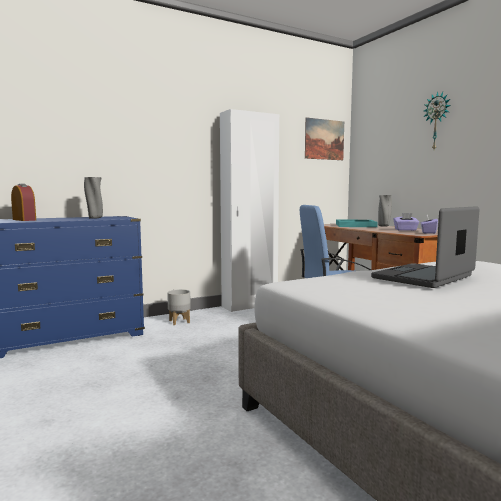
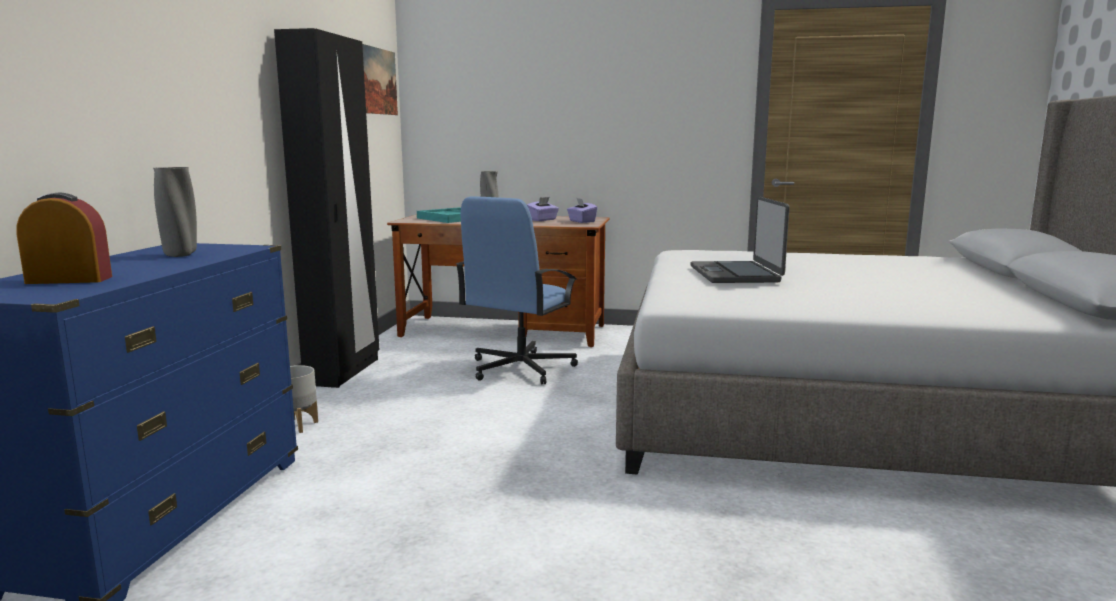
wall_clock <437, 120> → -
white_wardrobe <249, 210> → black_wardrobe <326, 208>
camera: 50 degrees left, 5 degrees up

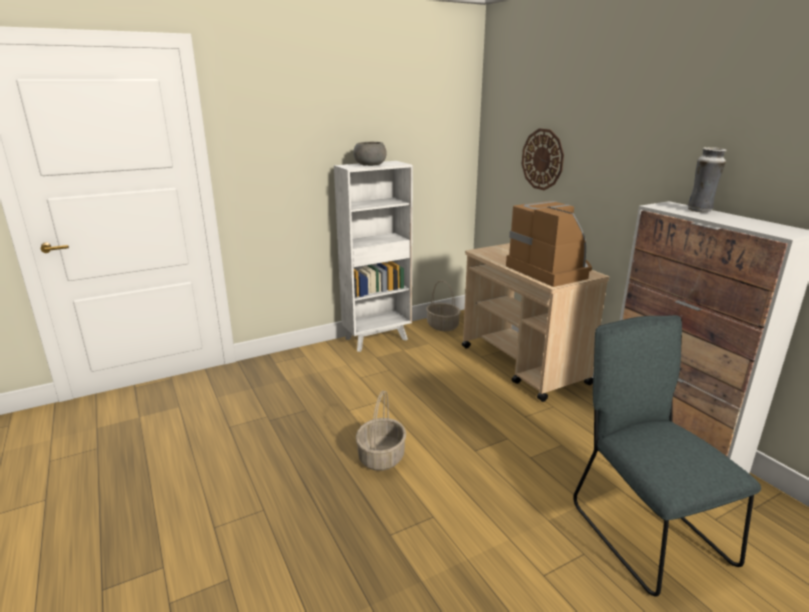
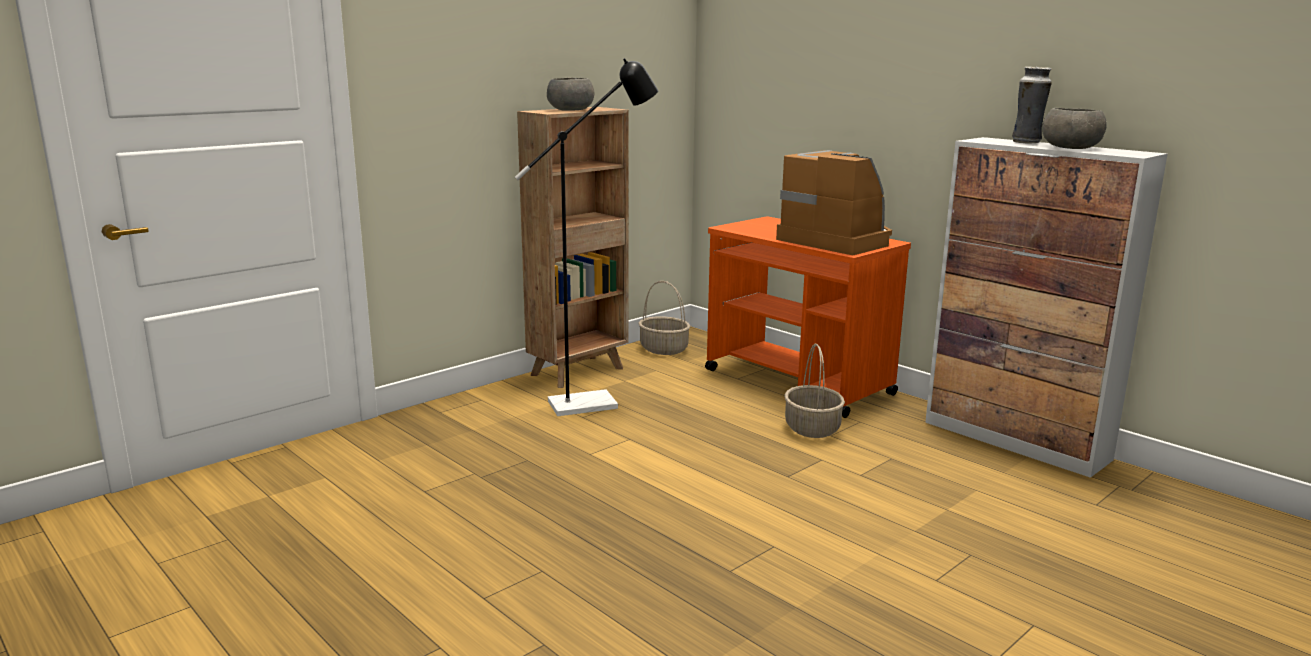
wall_clock <543, 159> → -
grey_chair <667, 456> → -
- → black_floor_lamp <586, 237>
- → grey_bowl <1074, 128>
basket <381, 431> → basket <814, 391>, relocated
white_bookcase <373, 256> → brown_bookcase <572, 247>
beige_cart <535, 322> → orange_cart <808, 317>
camera: 15 degrees left, 5 degrees down

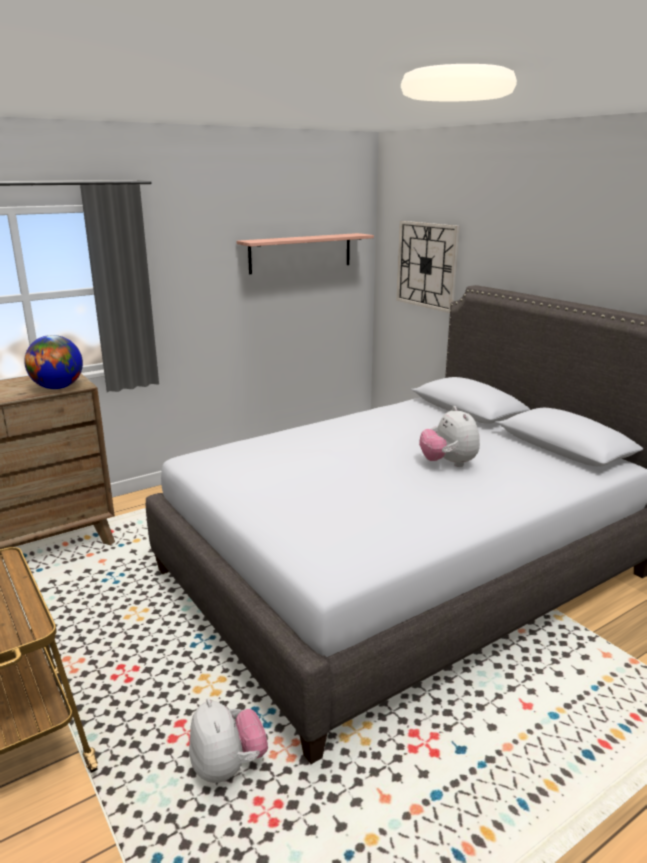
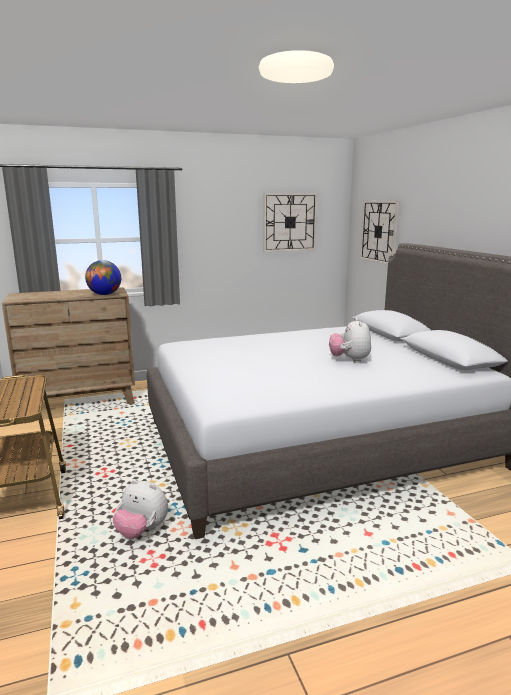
shelf <305, 253> → wall_clock <290, 222>
plush_toy <228, 740> → plush_toy <140, 509>, 120 degrees clockwise
camera: 15 degrees right, 5 degrees down

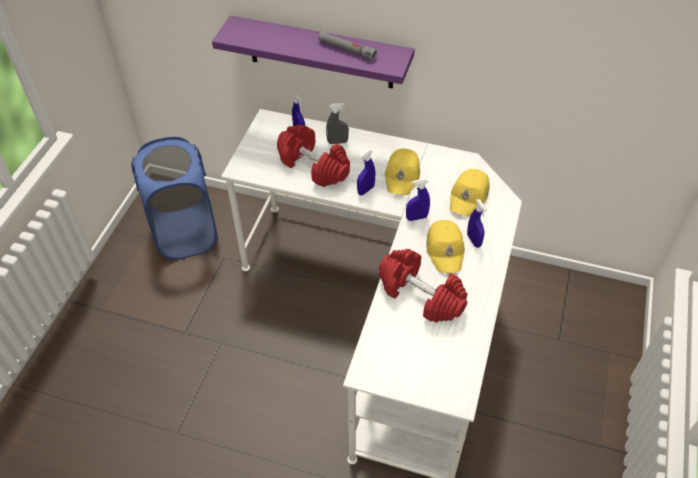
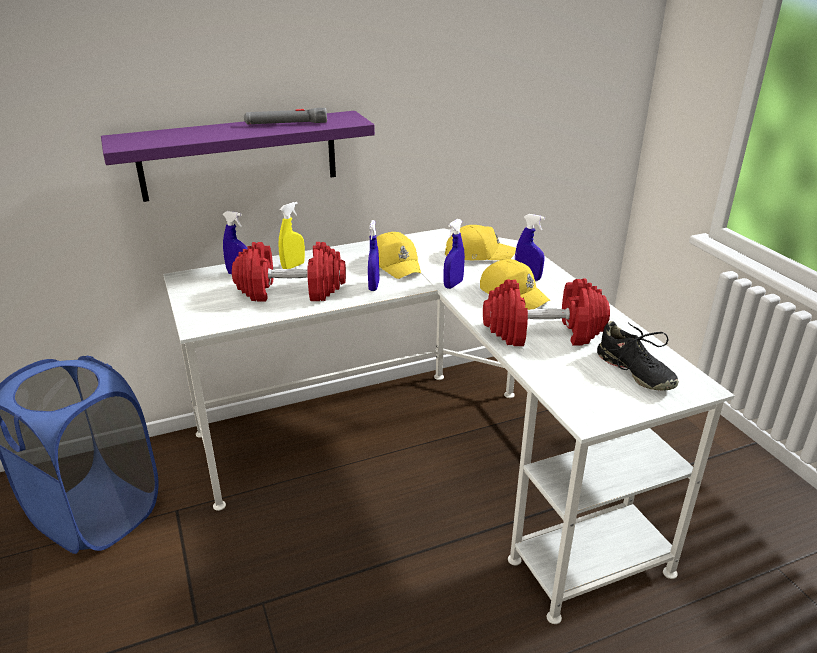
- → black_shoe <638, 356>
grey_spray_bottle <337, 123> → yellow_spray_bottle <292, 235>
yellow_cap <469, 193> → yellow_cap <480, 243>, 75 degrees counterclockwise
camera: 40 degrees left, 20 degrees down

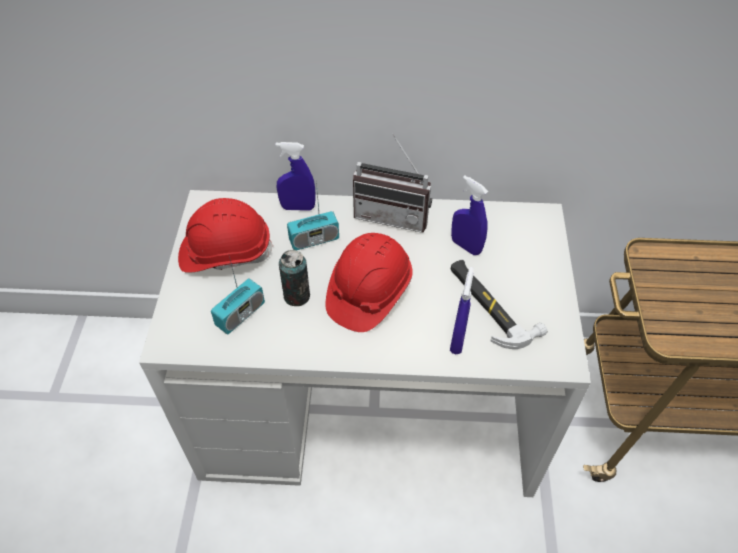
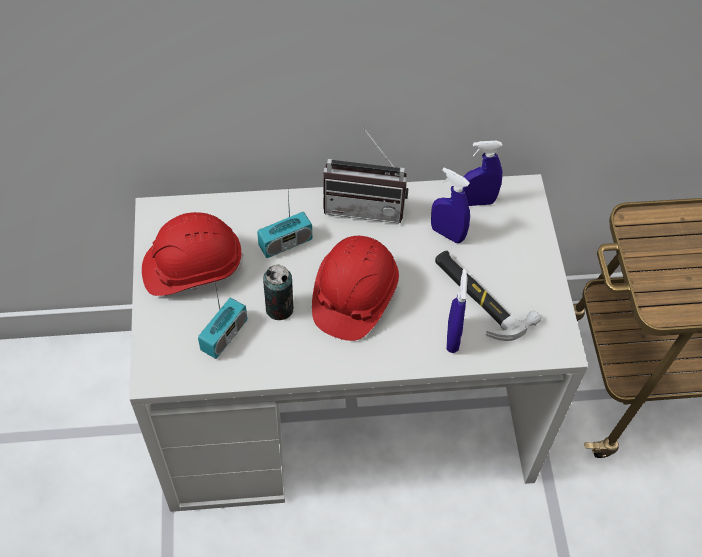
blue_spray_bottle <296, 176> → blue_spray_bottle <482, 173>, relocated
camera: 10 degrees left, 5 degrees up

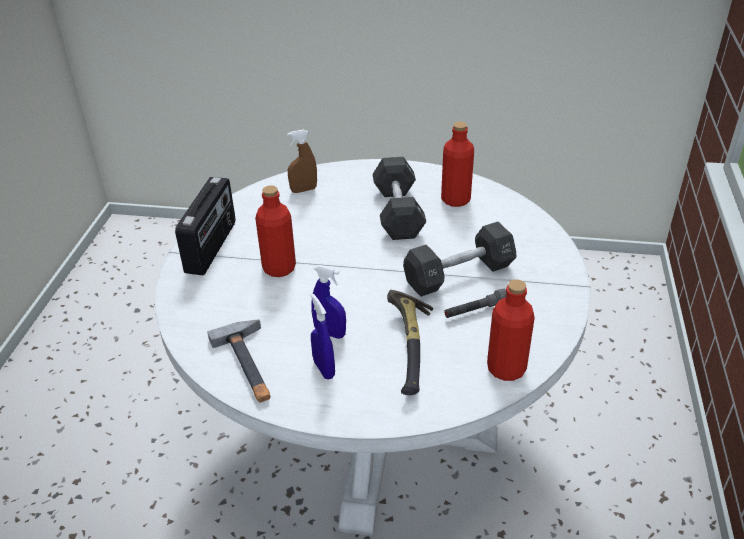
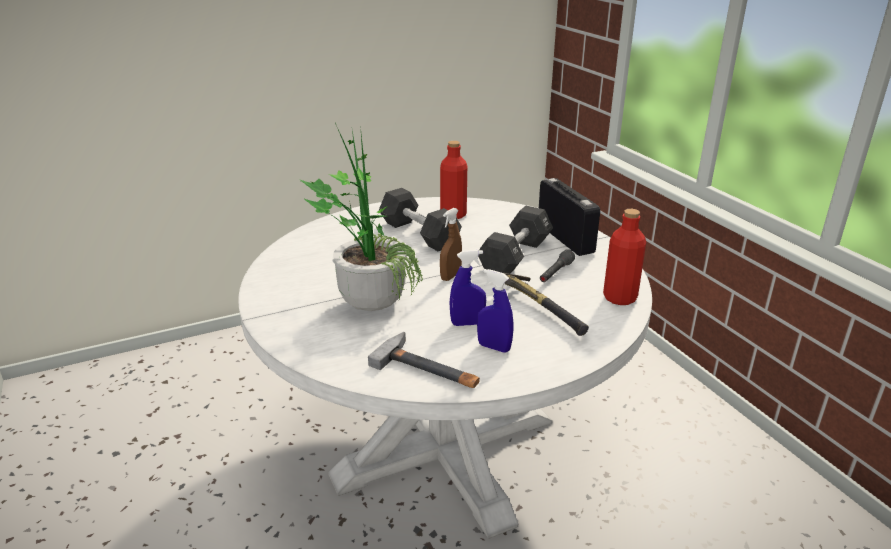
radio <205, 226> → radio <569, 217>, relocated
brown_spray_bottle <302, 161> → brown_spray_bottle <451, 244>, relocated
red_bottle <275, 231> → potted_plant <361, 217>
camera: 35 degrees left, 10 degrees down

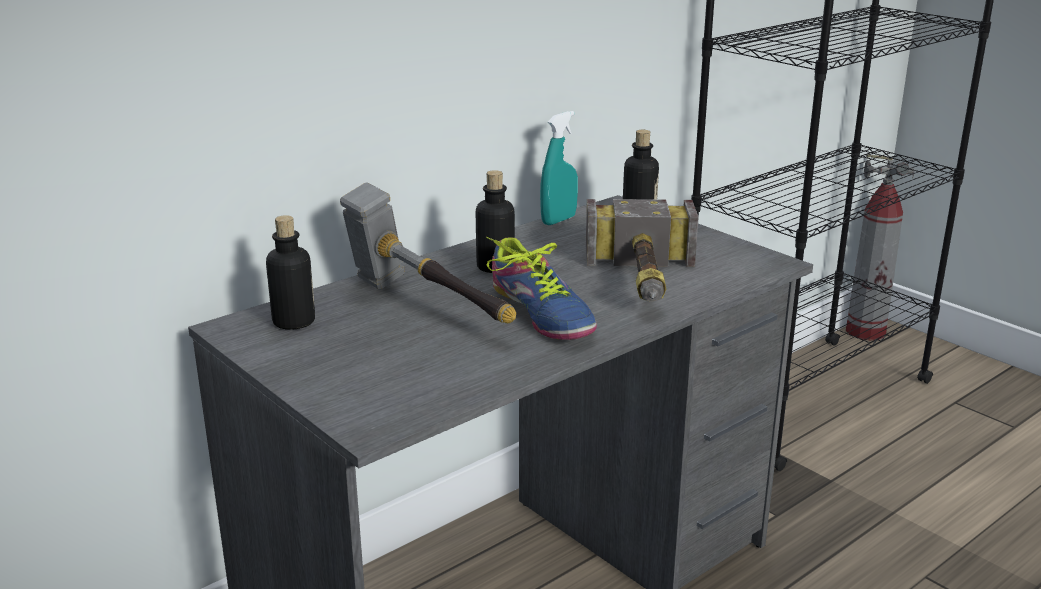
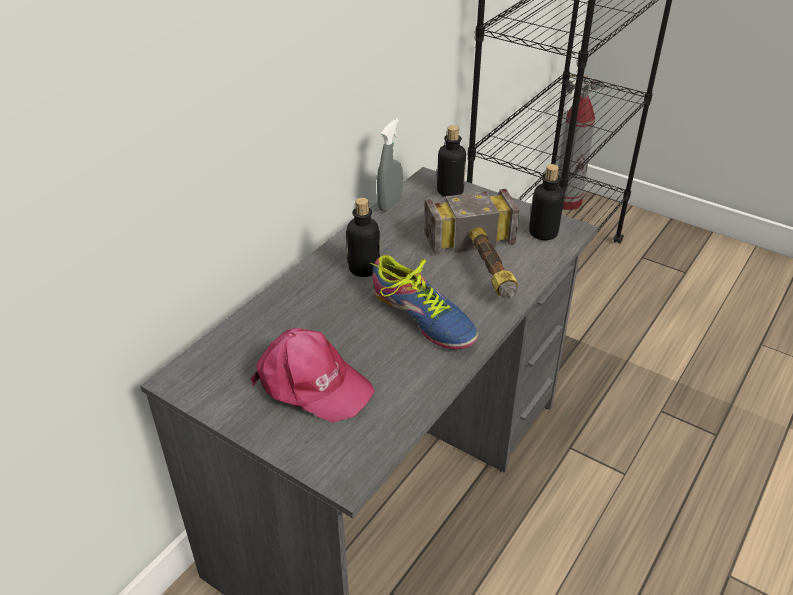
hammer <428, 253> → -
- → pink_cap <313, 375>
bottle <290, 272> → bottle <546, 202>, relocated
turquoise_spray_bottle <559, 168> → grey_spray_bottle <390, 165>
camera: 15 degrees left, 15 degrees up

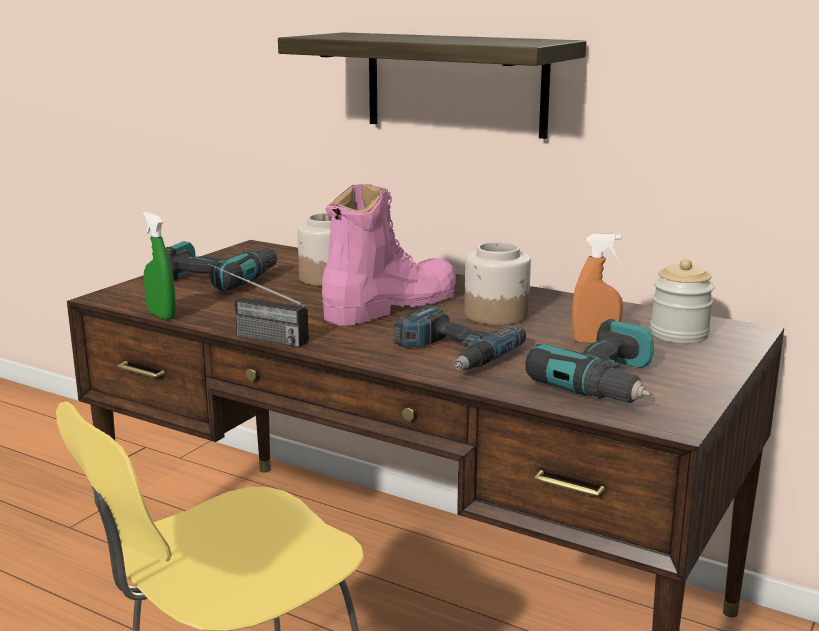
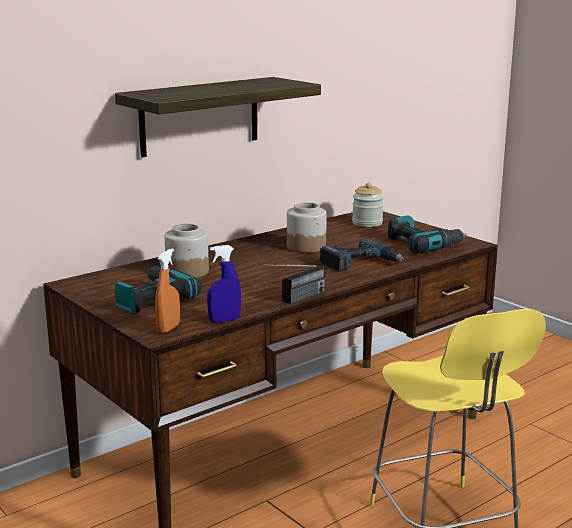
pink_boot <389, 255> → -
orange_spray_bottle <597, 288> → orange_spray_bottle <167, 290>, relocated
green_spray_bottle <159, 266> → blue_spray_bottle <224, 284>
camera: 70 degrees left, 0 degrees up

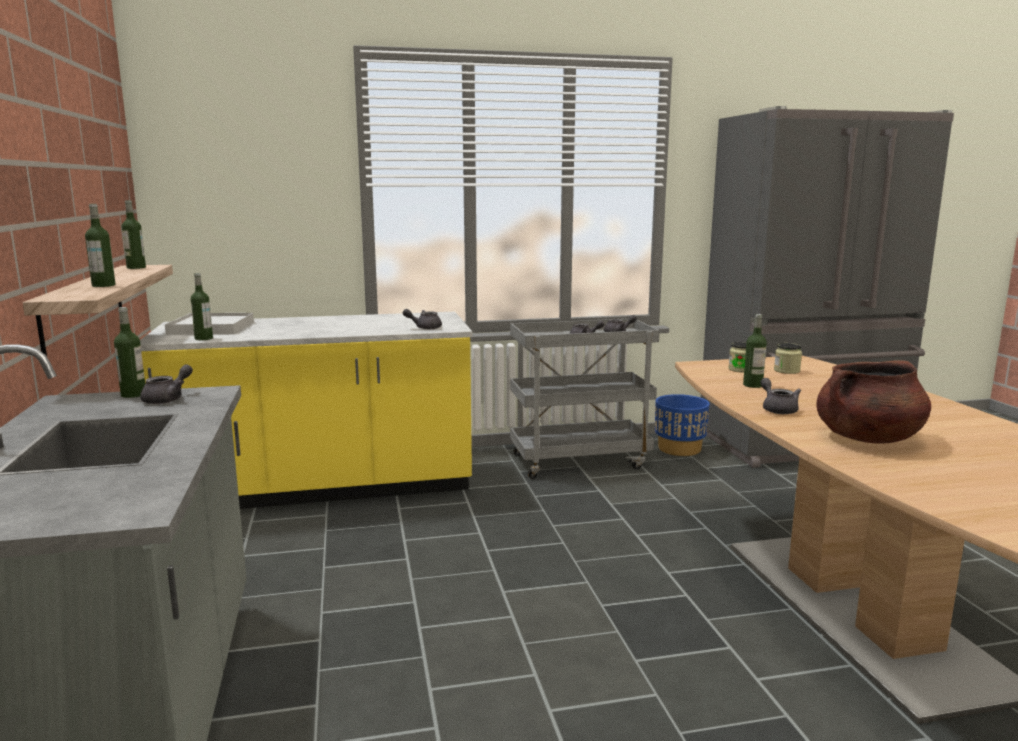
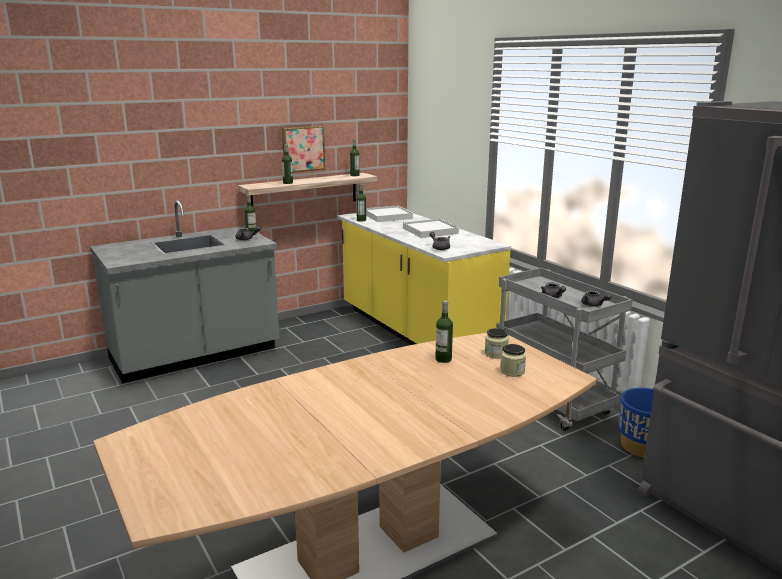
grey_teapot <781, 396> → -
brown_cooking_pot <874, 402> → -
- → picture <303, 149>
- → white_tray <431, 228>
camera: 70 degrees right, 5 degrees up

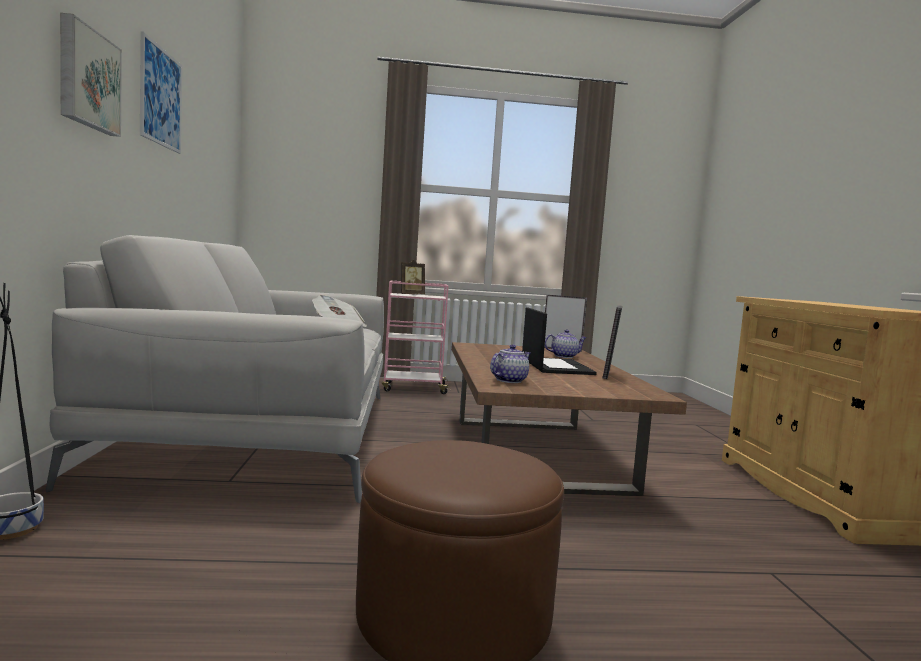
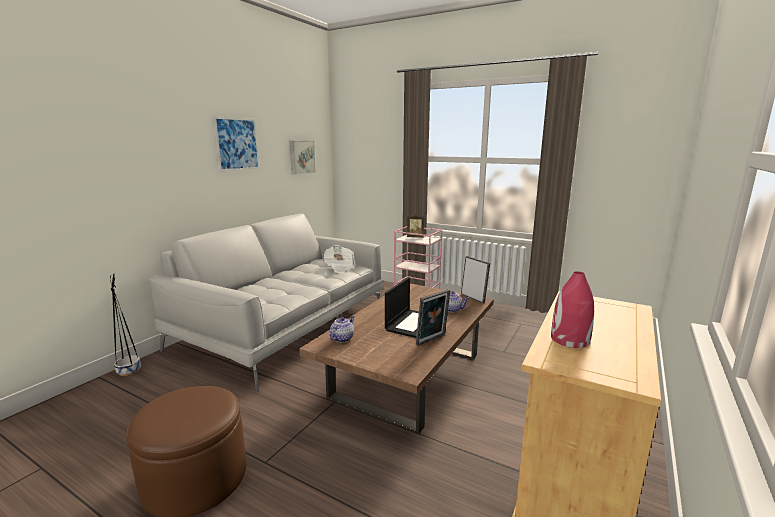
- → red_vase <572, 309>
picture <91, 75> → picture <303, 158>, relocated
teapot <510, 364> → teapot <341, 329>, 45 degrees counterclockwise
camera: 35 degrees right, 10 degrees up

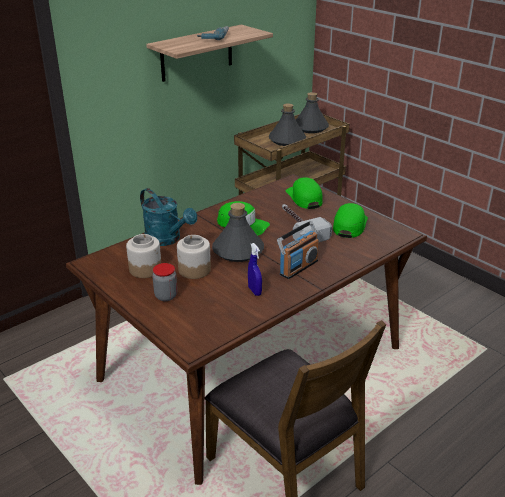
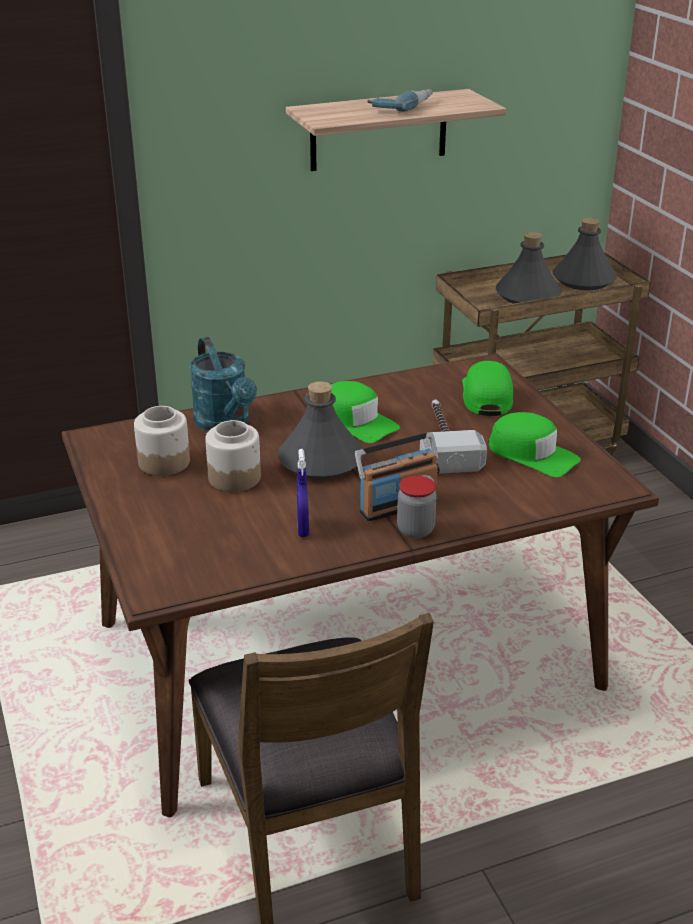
jar <164, 282> → jar <417, 507>, relocated
green_cap <350, 220> → green_cap <534, 444>, 90 degrees clockwise
camera: 20 degrees right, 0 degrees up

